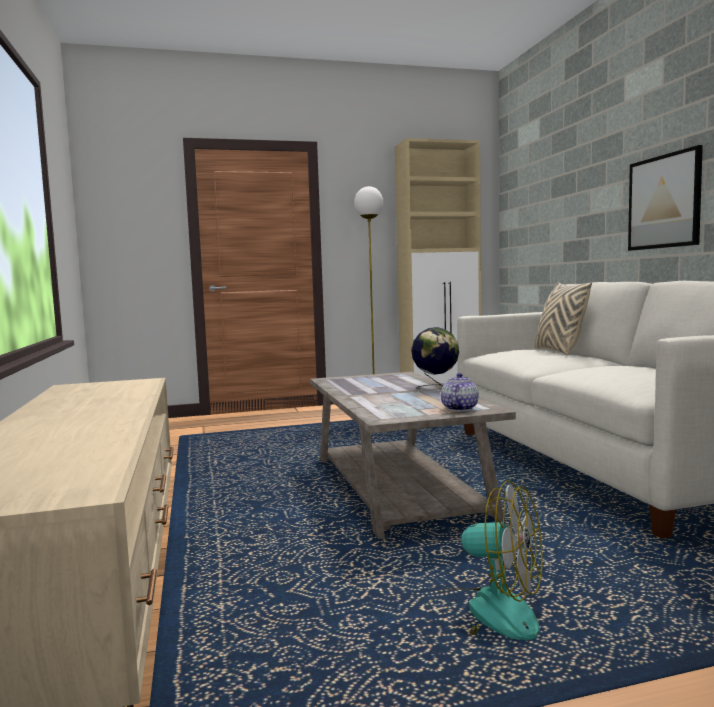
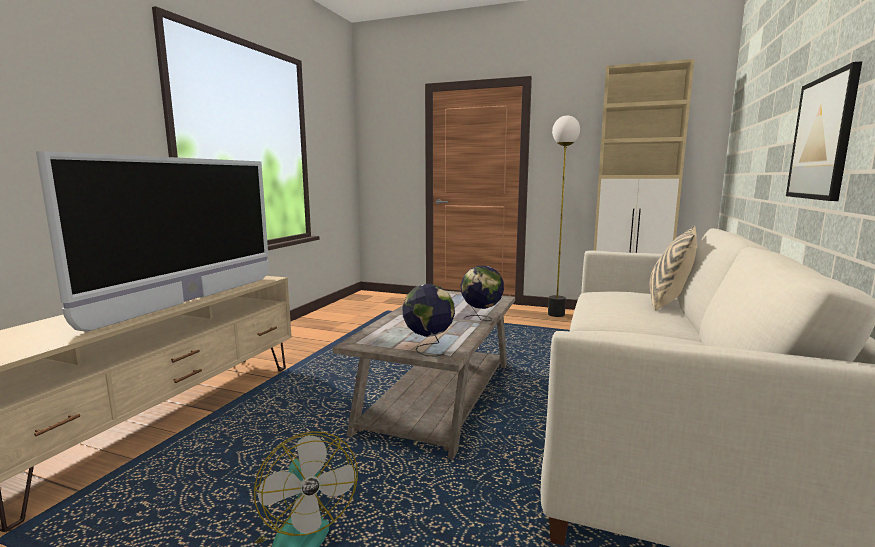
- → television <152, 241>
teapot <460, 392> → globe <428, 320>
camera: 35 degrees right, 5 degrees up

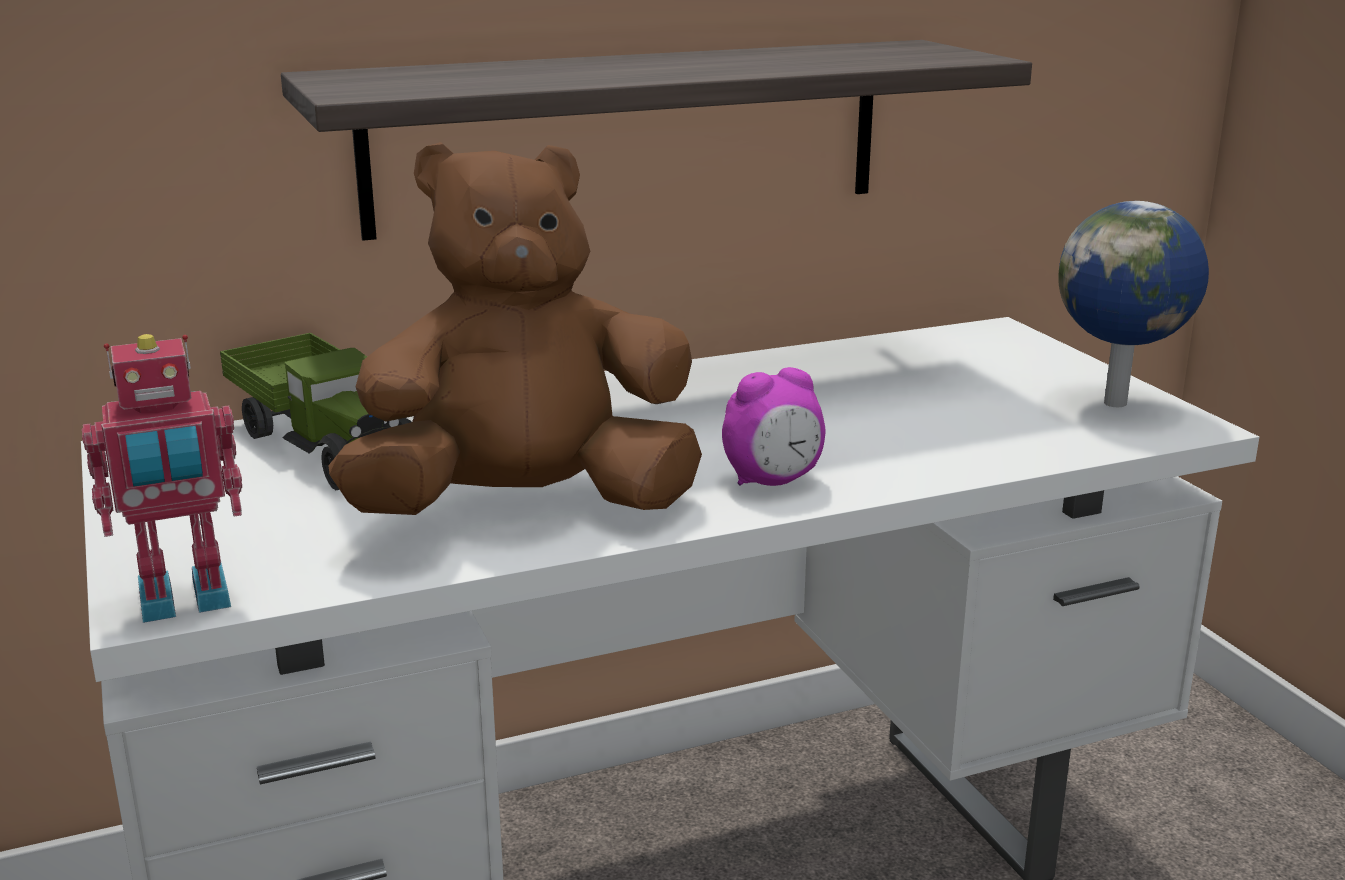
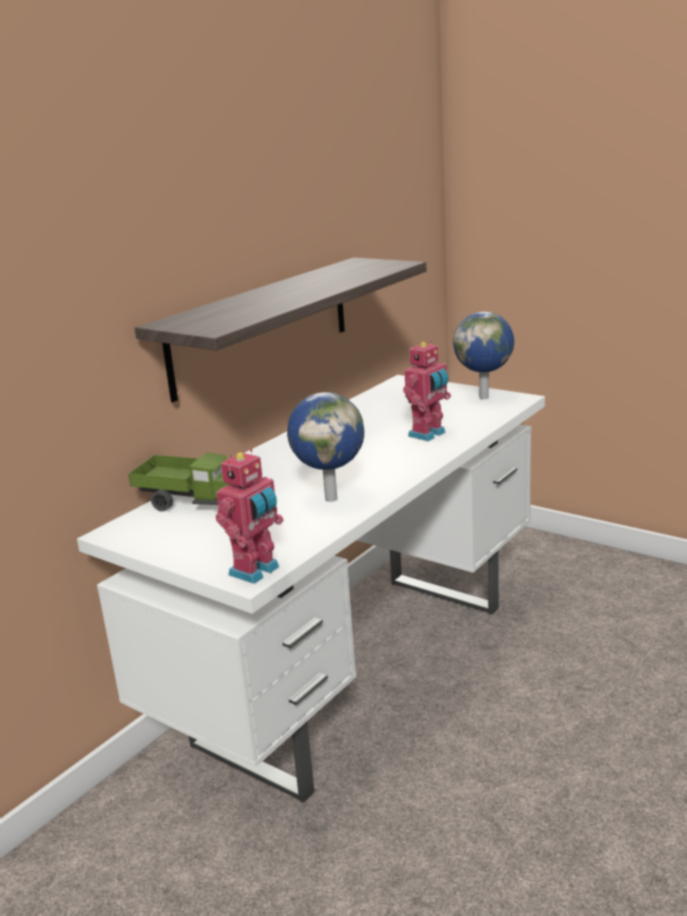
alarm_clock <773, 426> → -
- → toy_robot <427, 391>
brown_plush_toy <515, 328> → globe <325, 447>
camera: 30 degrees left, 0 degrees up

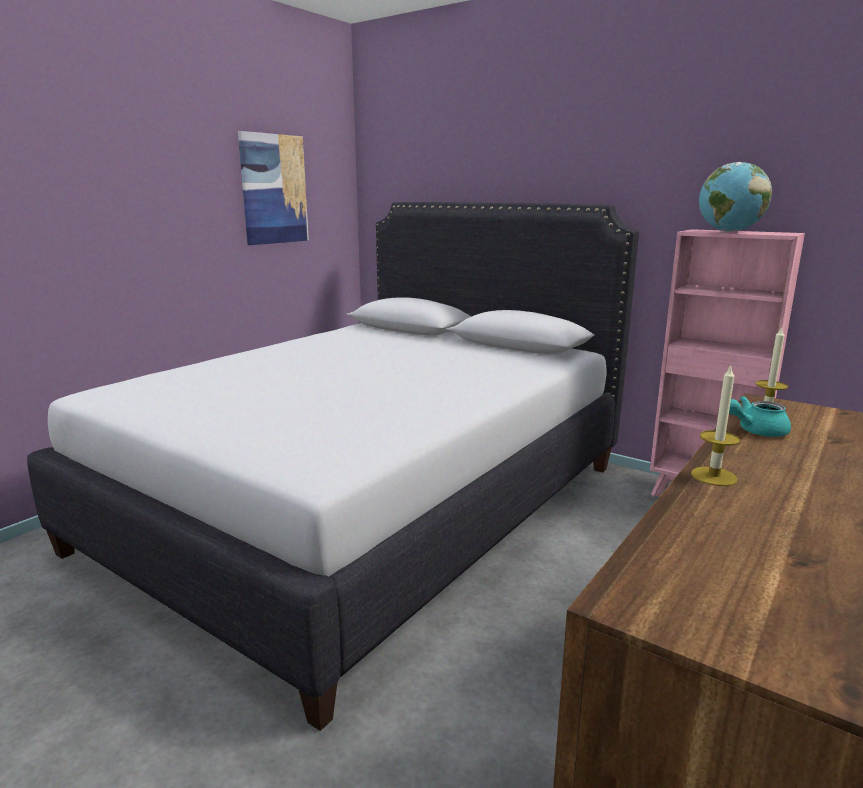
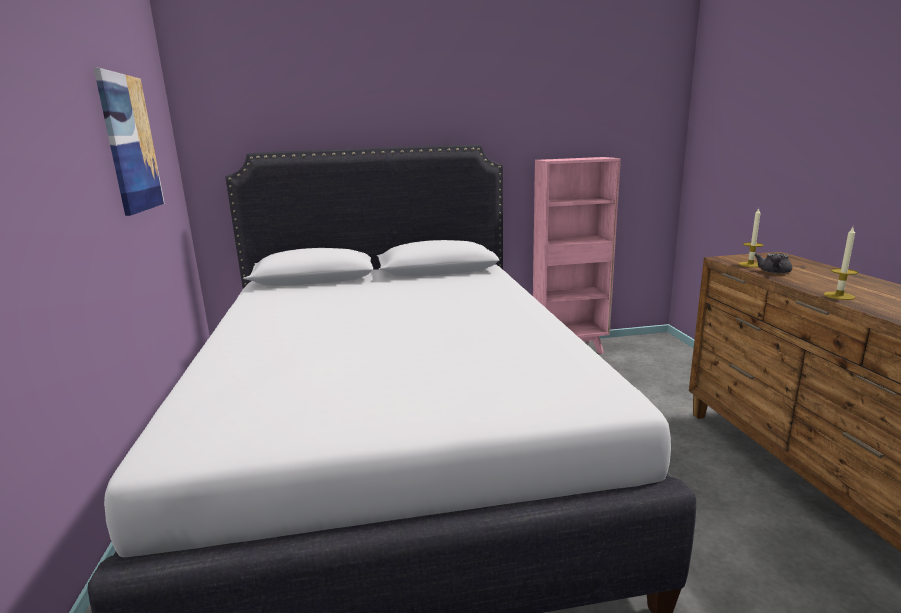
globe <735, 197> → -
turquoise_teapot <760, 416> → grey_teapot <773, 263>
camera: 45 degrees left, 0 degrees up

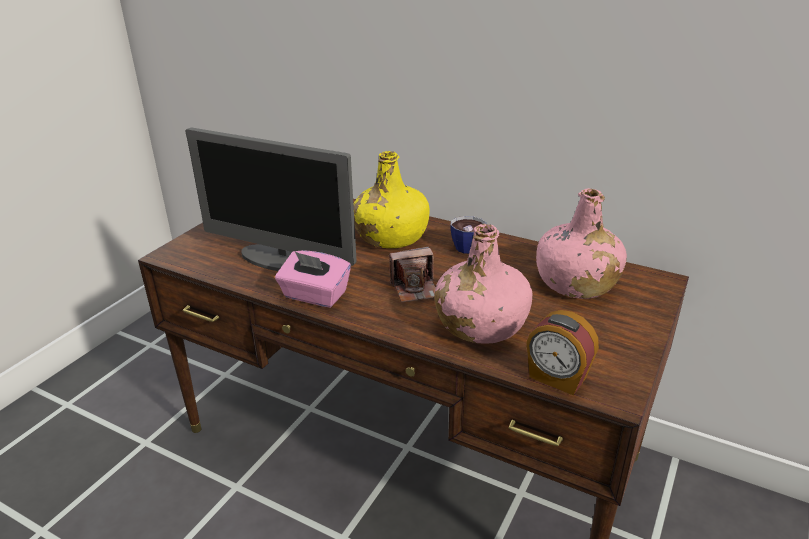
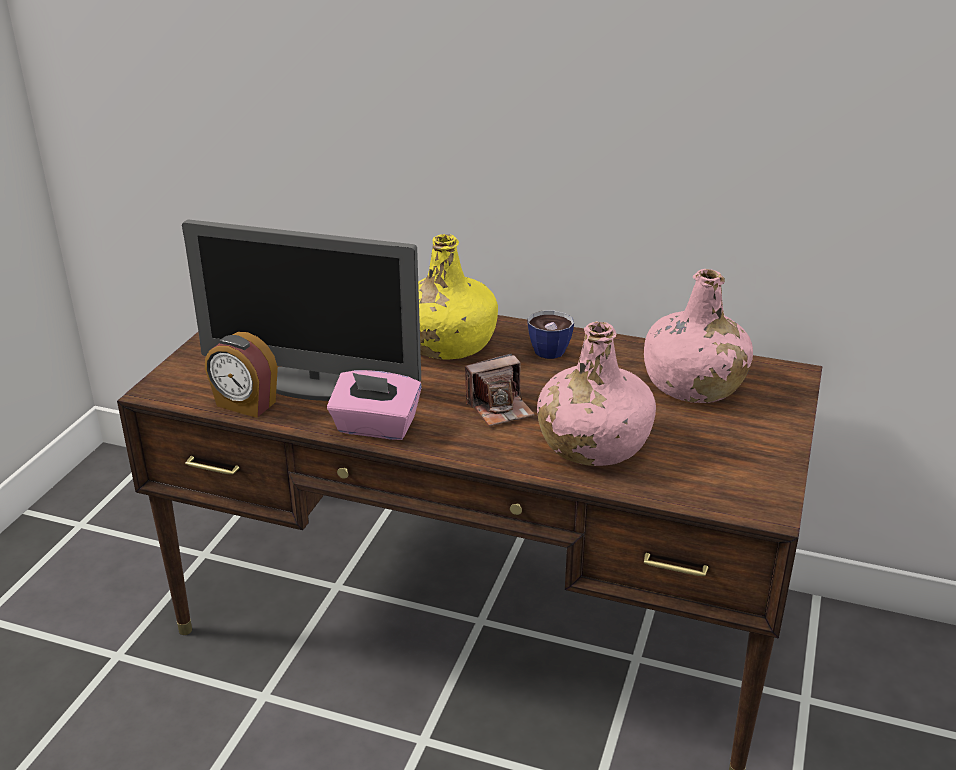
alarm_clock <562, 353> → alarm_clock <241, 375>, relocated
camera: 10 degrees left, 0 degrees up

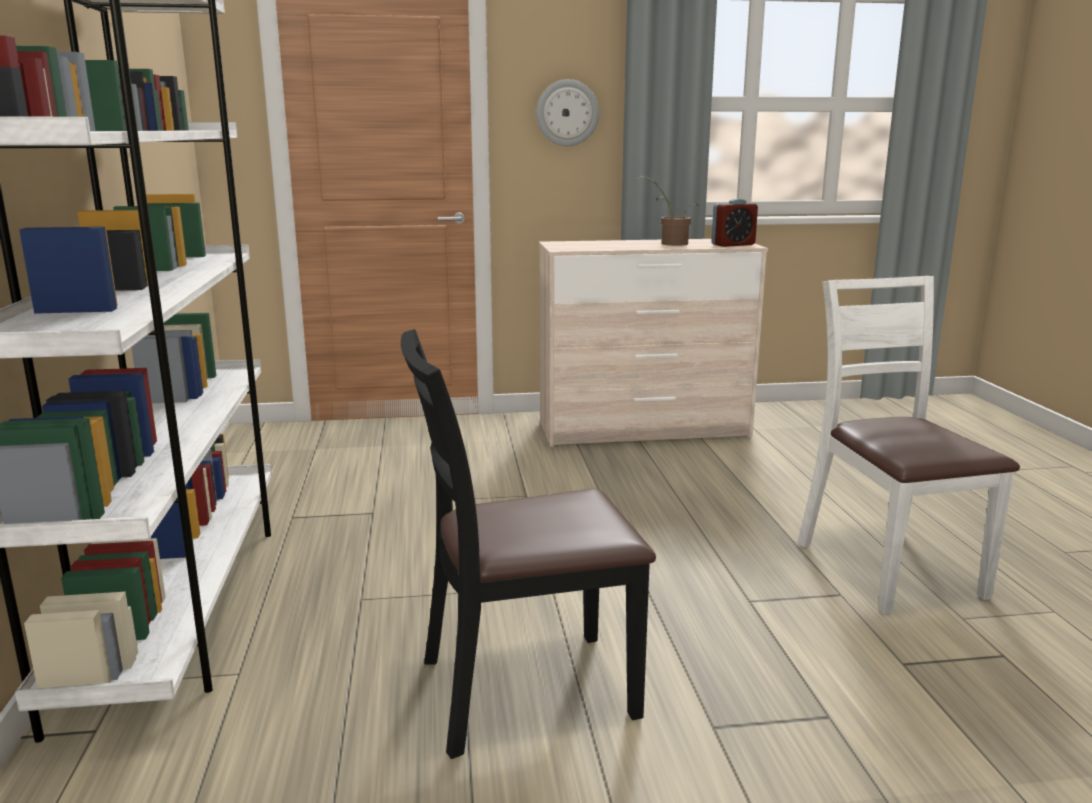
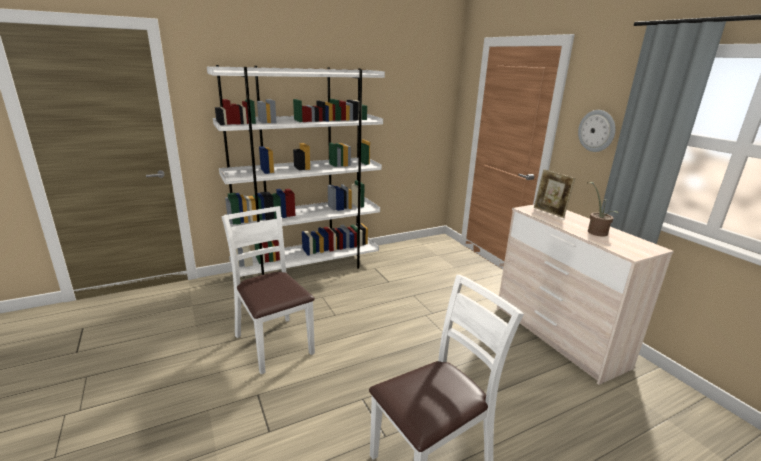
alarm_clock <734, 223> → -
- → picture_frame <554, 193>
black_chair <528, 544> → white_chair <268, 290>
camera: 70 degrees right, 5 degrees up

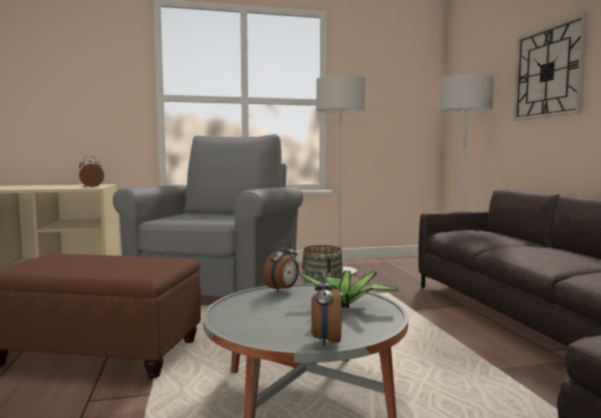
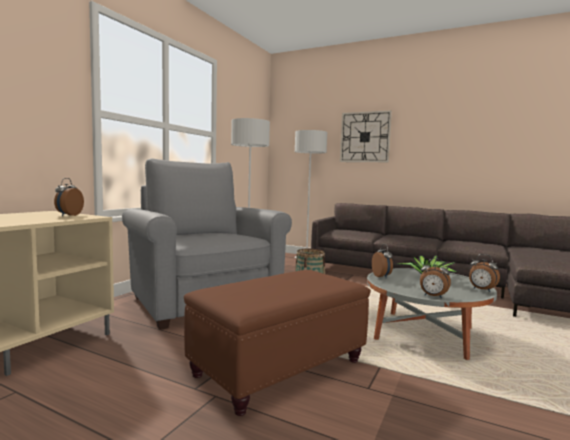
- → alarm_clock <435, 278>
camera: 50 degrees left, 0 degrees up

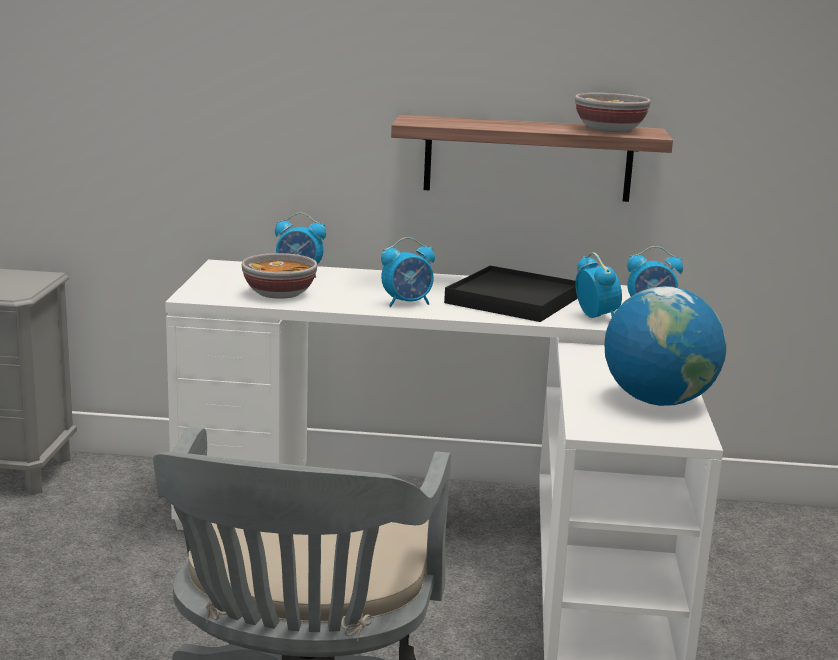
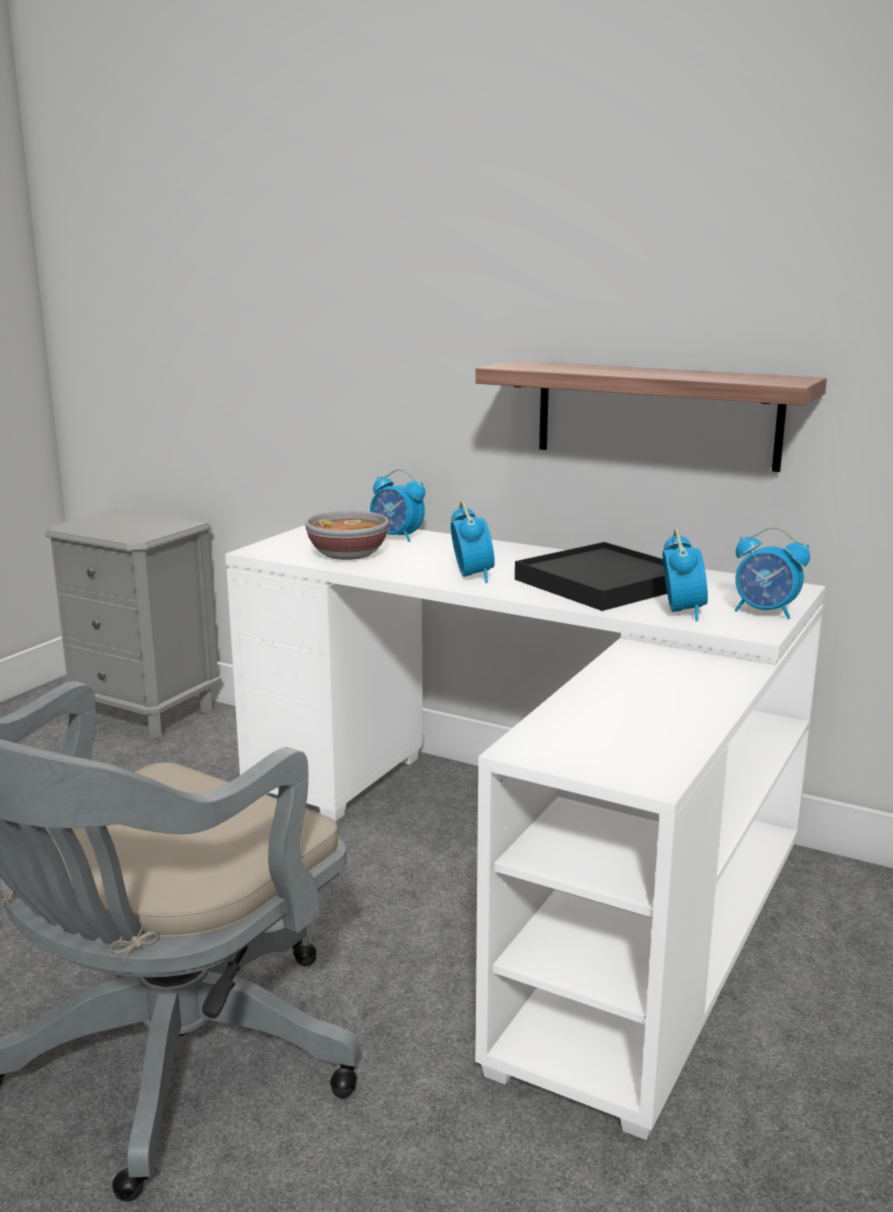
bowl <613, 112> → -
globe <665, 346> → -
alarm_clock <408, 272> → alarm_clock <473, 542>, 105 degrees counterclockwise
camera: 25 degrees right, 0 degrees up

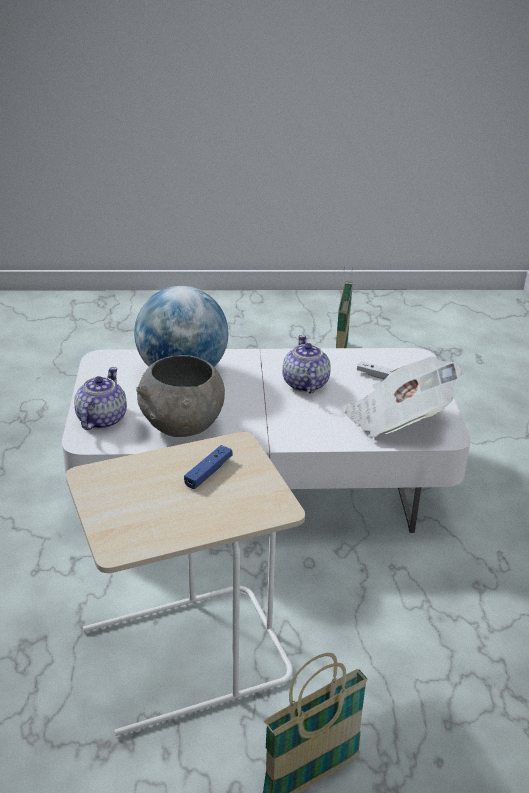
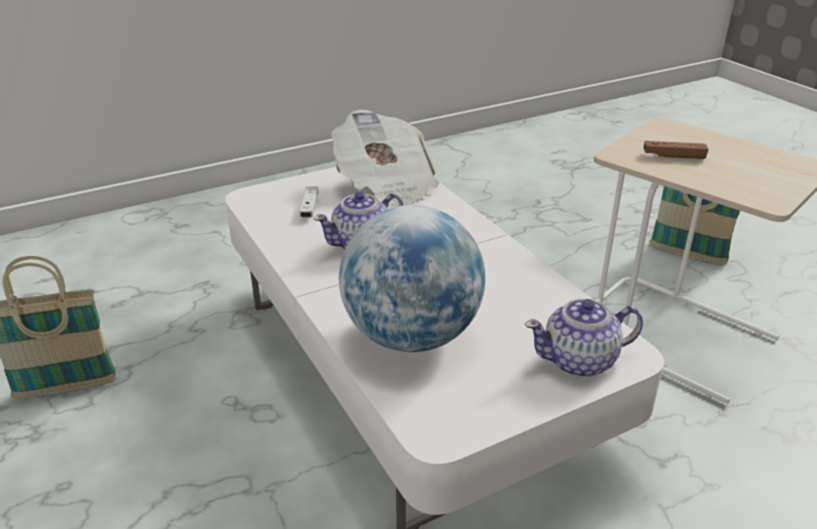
grey_bowl <180, 396> → -
blue_game_controller <208, 467> → brown_game_controller <676, 150>
camera: 115 degrees left, 0 degrees up

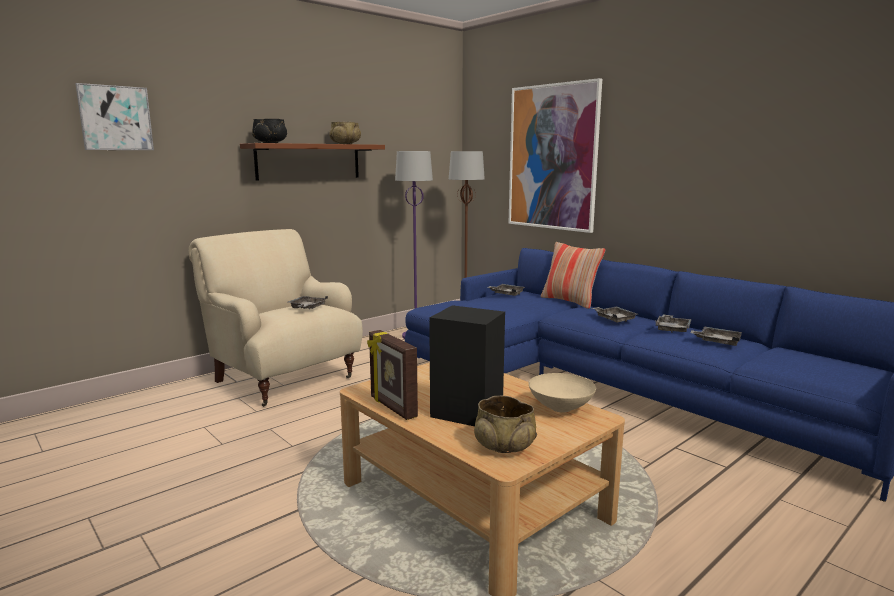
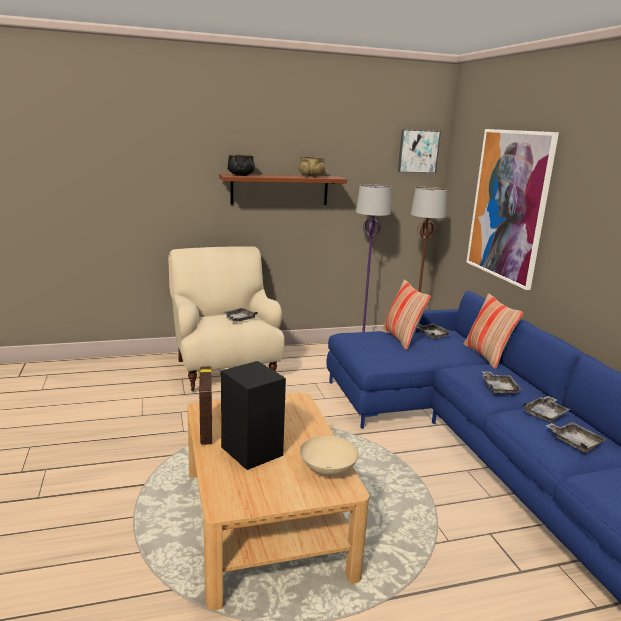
beige_bowl <505, 424> → -
- → pillow <406, 314>
picture <114, 116> → picture <419, 151>, relocated
camera: 25 degrees right, 5 degrees up

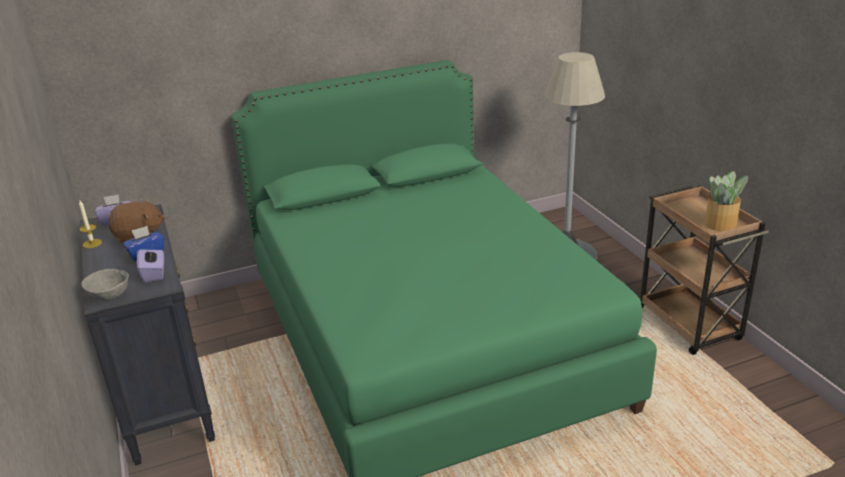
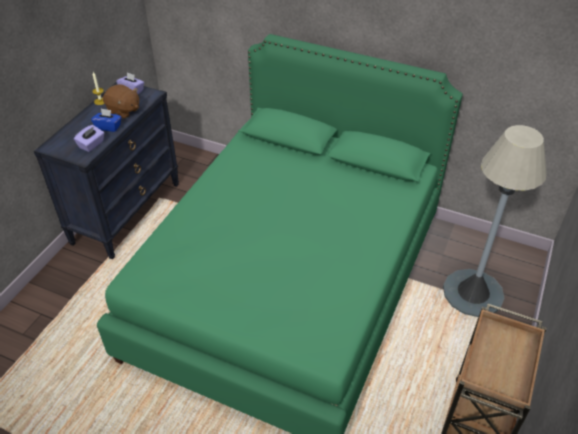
grey_bowl <105, 285> → -
potted_plant <726, 201> → -
camera: 45 degrees right, 15 degrees up

